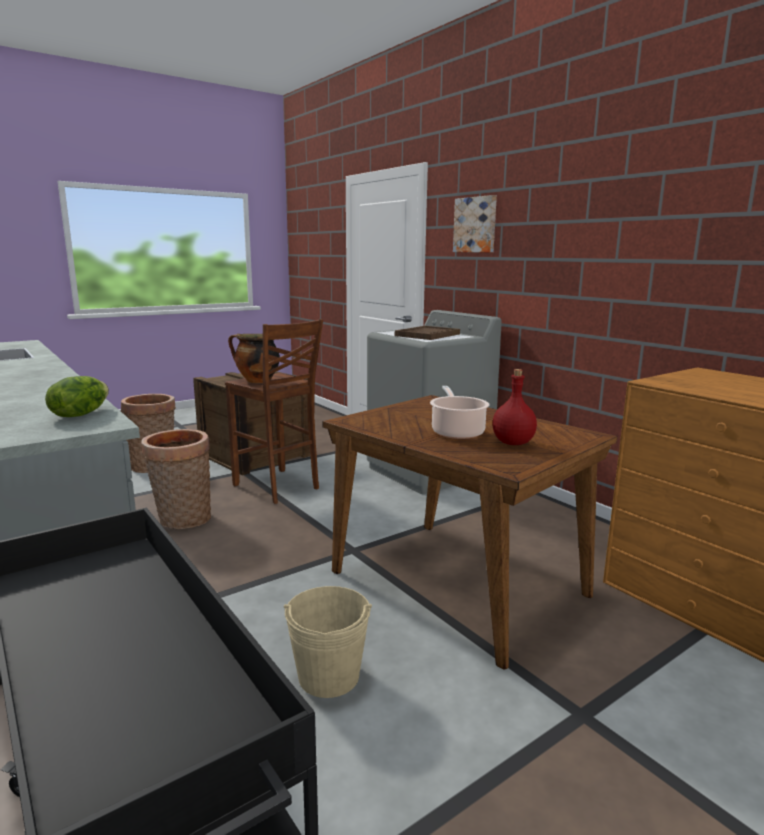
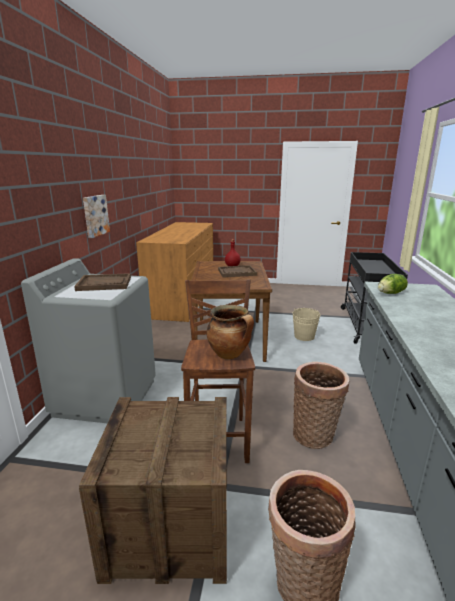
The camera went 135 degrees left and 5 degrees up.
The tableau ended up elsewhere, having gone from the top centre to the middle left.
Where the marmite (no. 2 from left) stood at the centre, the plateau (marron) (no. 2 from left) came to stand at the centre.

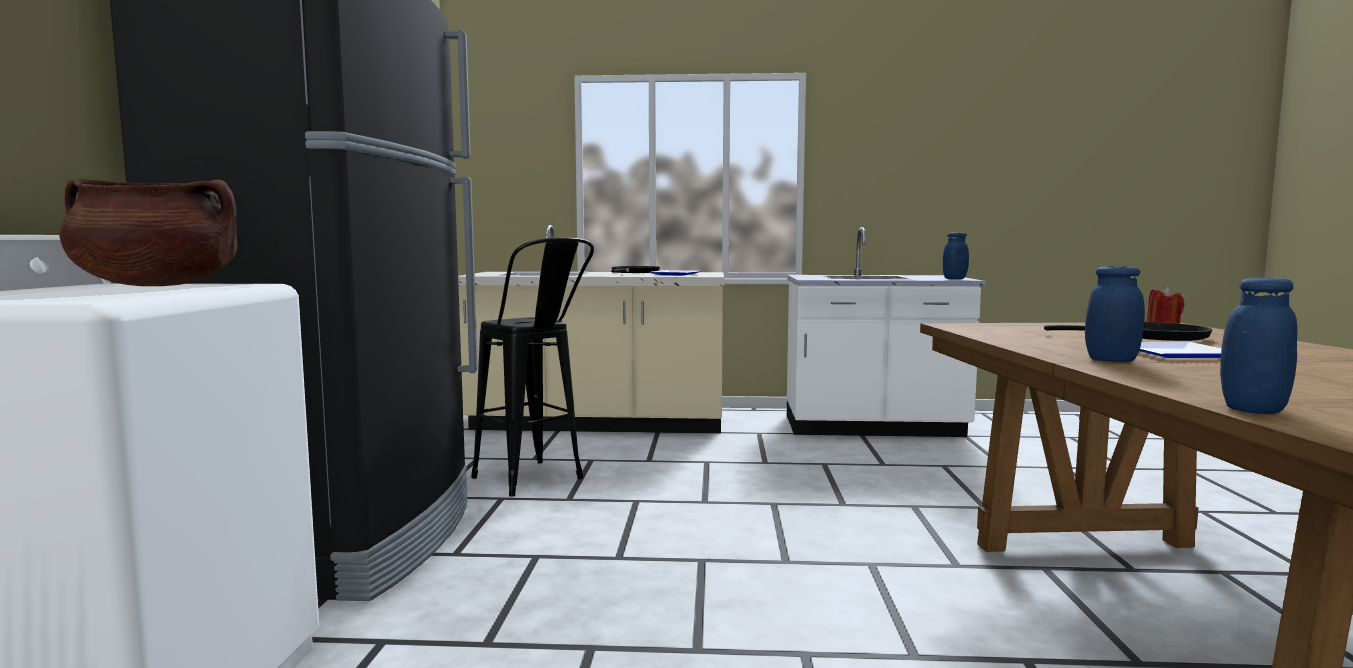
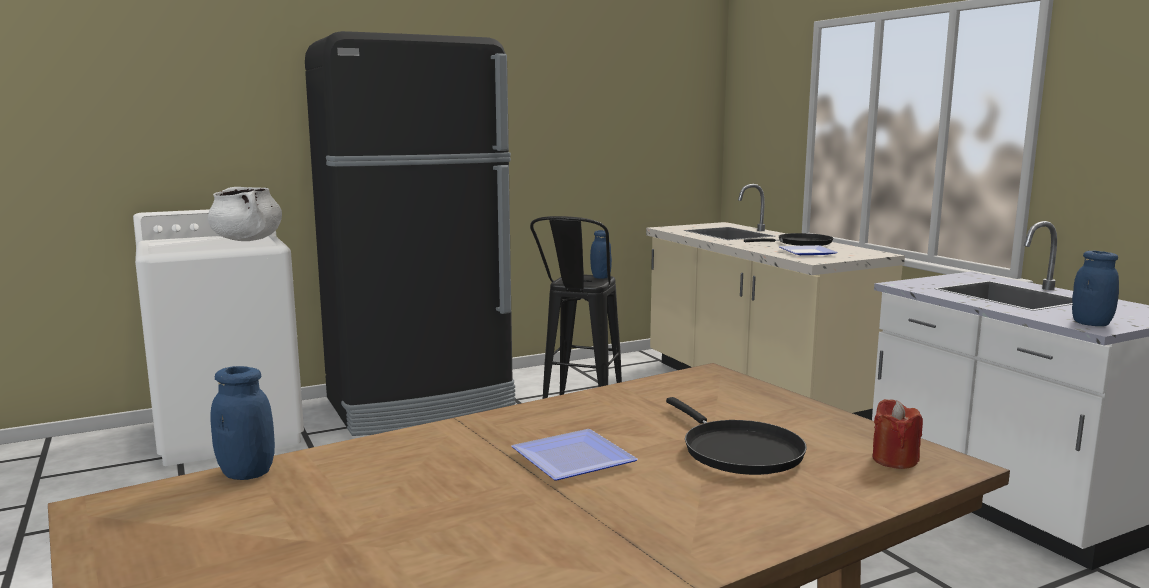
The camera went 60 degrees right and 5 degrees up.
The bocal (bleu) (no. 2 from left) ended up elsewhere, having gone from the middle right to the centre.
What was the marmite (marron) at the middle left turned into the marmite (blanc) at the middle left.

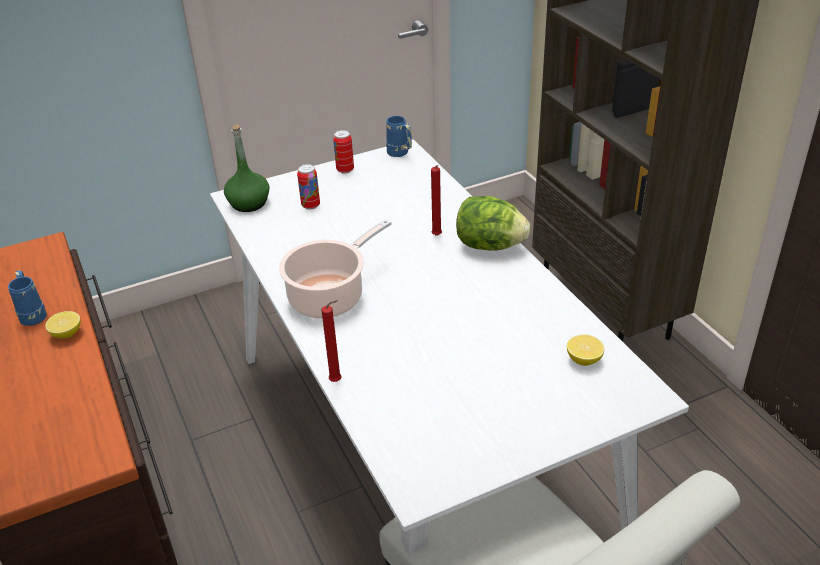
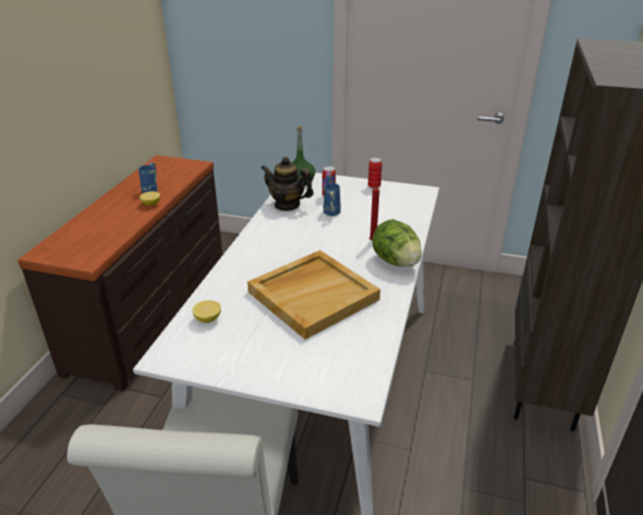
The camera went 40 degrees right and 5 degrees down.
The second view lost the marmite at the centre.
The second view lost the bougie (rouge) (no. 1 from left) at the centre.
The second view gained the plateau (beige) at the centre.
The second view gained the théière at the centre.
The mug (bleu) (no. 2 from left) ended up elsewhere, having gone from the top centre to the centre.
The citron (no. 2 from left) ended up elsewhere, having gone from the middle right to the middle left.

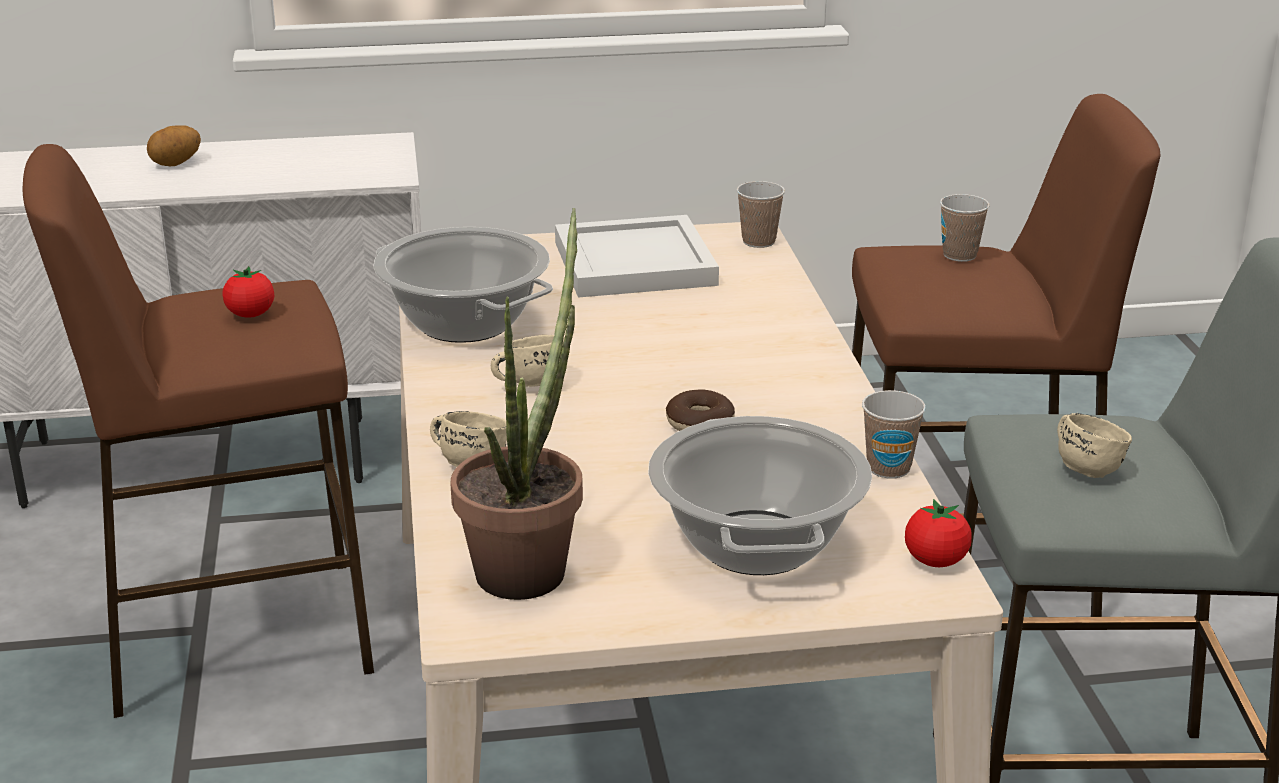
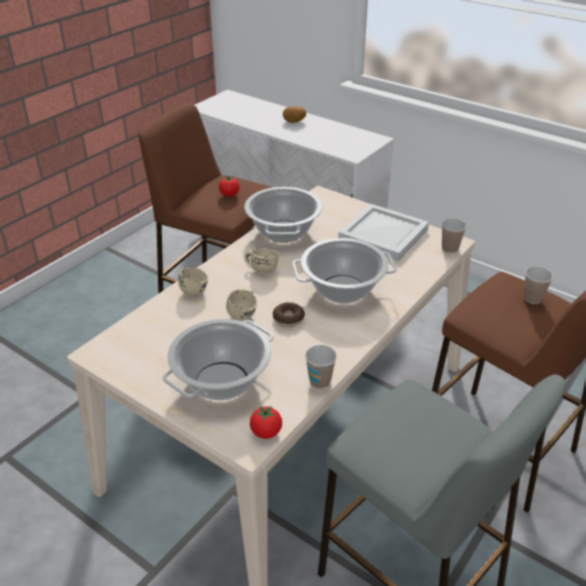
The camera went 45 degrees right and 10 degrees up.
The second view lost the plante en pot at the centre.
The second view gained the marmite (no. 3 from left) at the centre.
The mug (beige) (no. 3 from left in the first image) ended up elsewhere, having gone from the middle right to the centre.

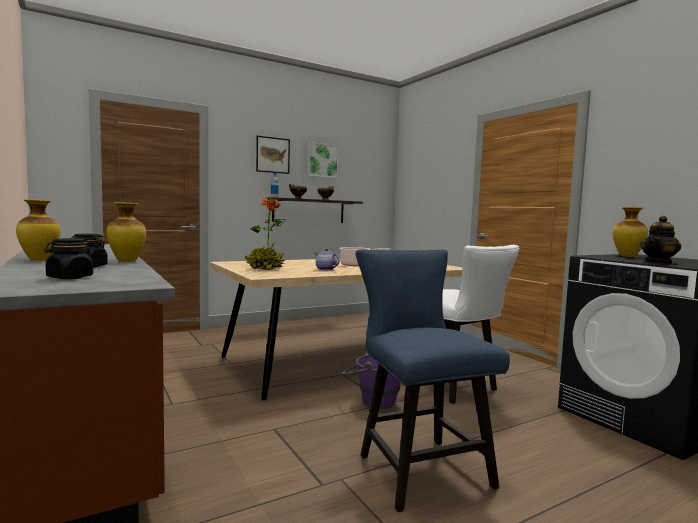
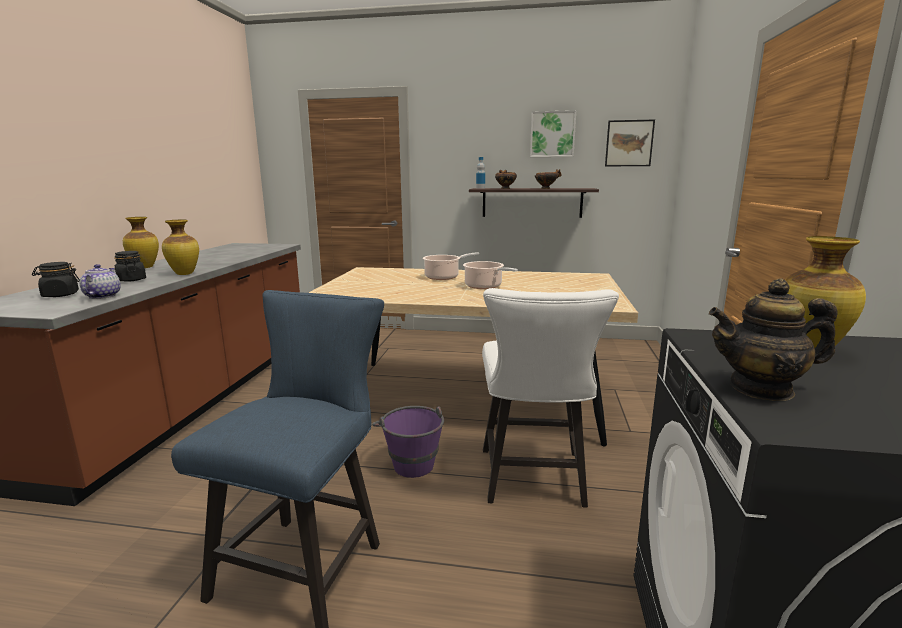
The camera went 40 degrees right and 10 degrees up.
The second view lost the plante en pot at the centre.
The second view gained the marmite (no. 1 from left) at the centre.
The tableau (no. 1 from left in the first image) ended up elsewhere, having gone from the top centre to the top right.
The théière (no. 1 from left) ended up elsewhere, having gone from the centre to the middle left.

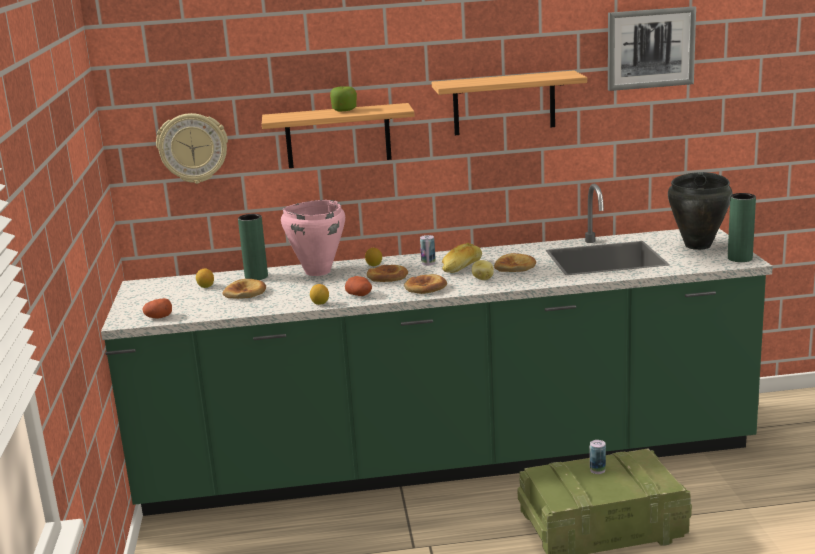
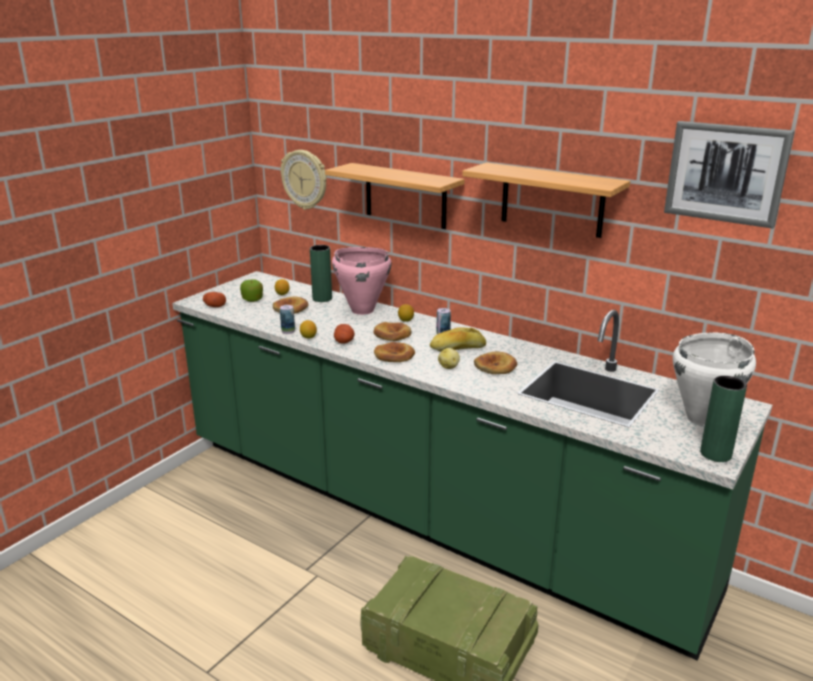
The camera went 40 degrees right and 5 degrees up.
The pomme ended up elsewhere, having gone from the top centre to the middle left.
The boîte métallique (no. 2 from left in the first image) ended up elsewhere, having gone from the bottom right to the centre.
What was the marmite (noir) at the middle right turned into the marmite (blanc) at the middle right.

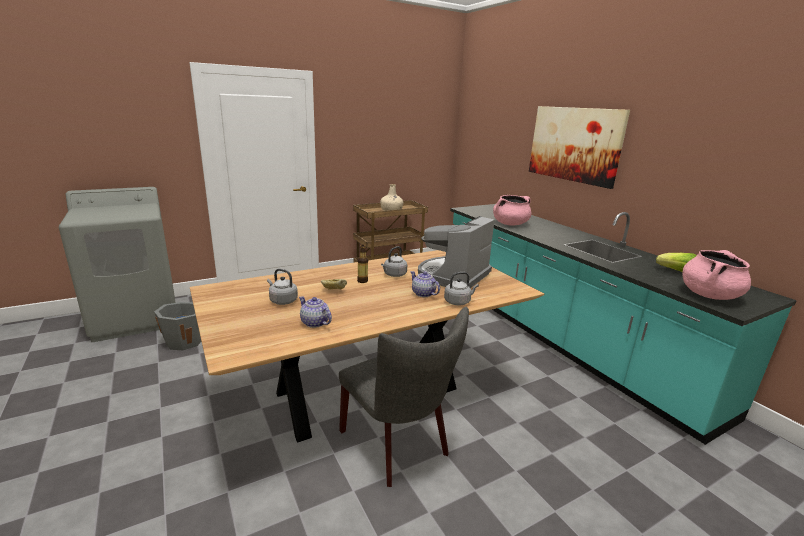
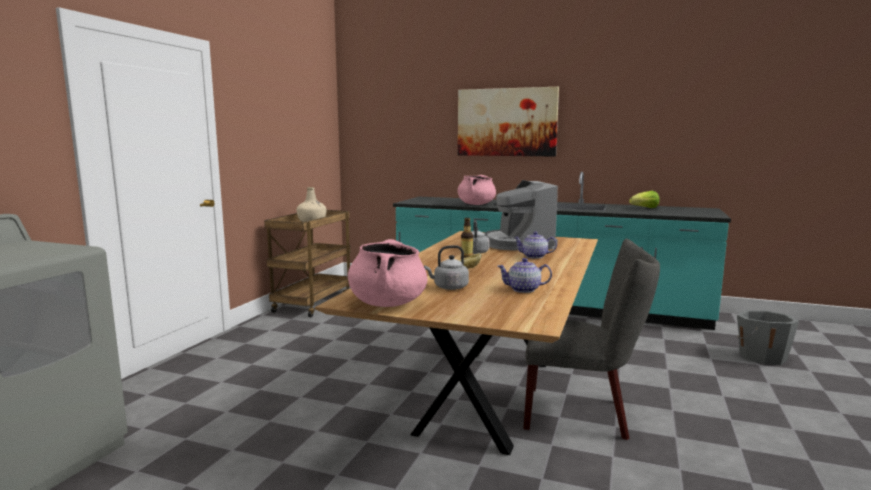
The camera went 40 degrees left and 10 degrees down.
The second view lost the bouilloire (gris) (no. 3 from left) at the centre.
The seau (gris) ended up elsewhere, having gone from the middle left to the bottom right.
The marmite (rose) (no. 2 from left in the first image) ended up elsewhere, having gone from the middle right to the centre.

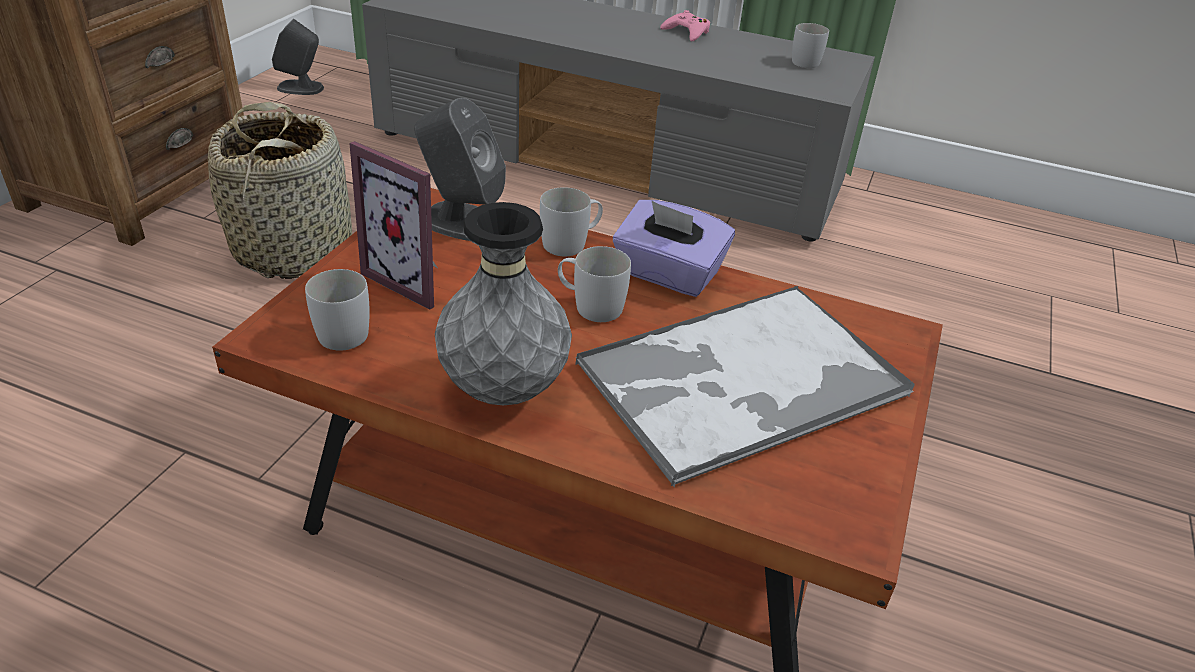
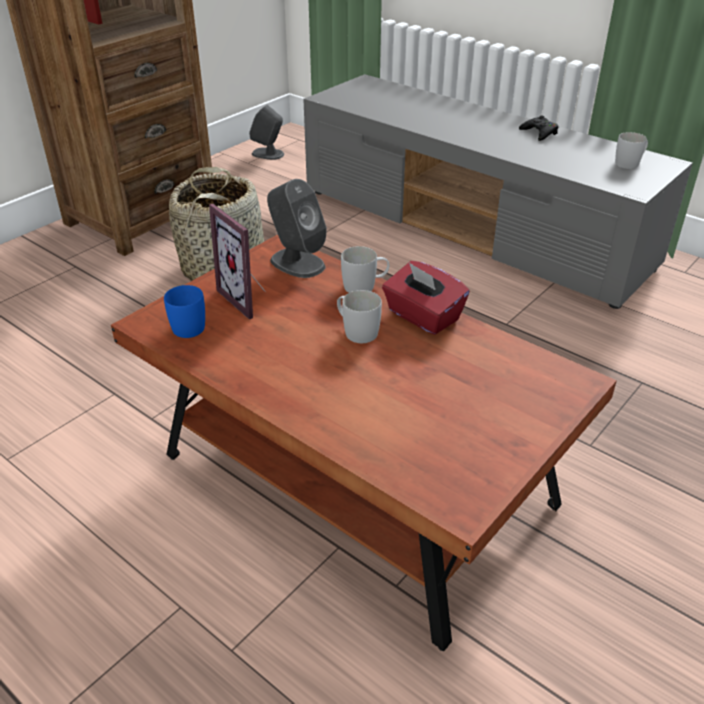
The camera went 20 degrees right and 0 degrees up.
The second view lost the vase (gris) at the centre.
The second view lost the plateau at the centre.
What was the mug (blanc) (no. 1 from left) at the middle left turned into the mug (bleu) at the middle left.
What was the boîte à mouchoirs (violet) at the centre turned into the boîte à mouchoirs (rouge) at the centre.
What was the manette (rose) at the top centre turned into the manette (noir) at the top right.

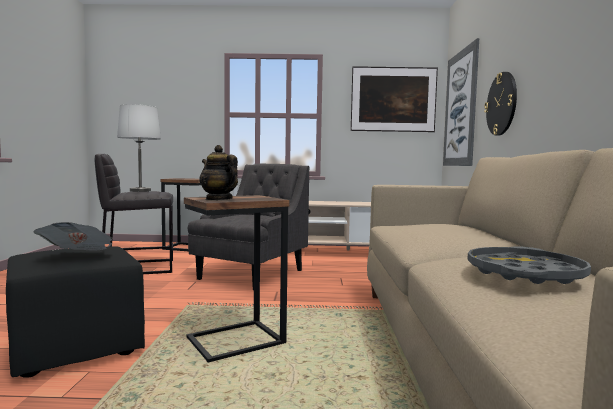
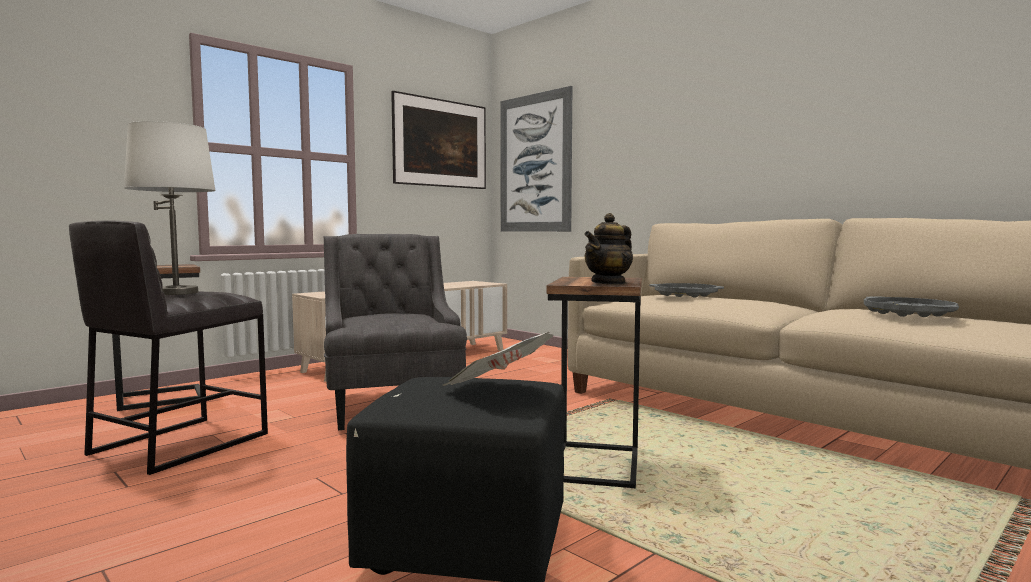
The camera went 45 degrees left and 0 degrees up.
The second view lost the horloge murale at the top right.
The second view gained the plateau (gris) (no. 1 from left) at the centre.
The théière at the centre ended up facing another way, 45 degrees counterclockwise from before.

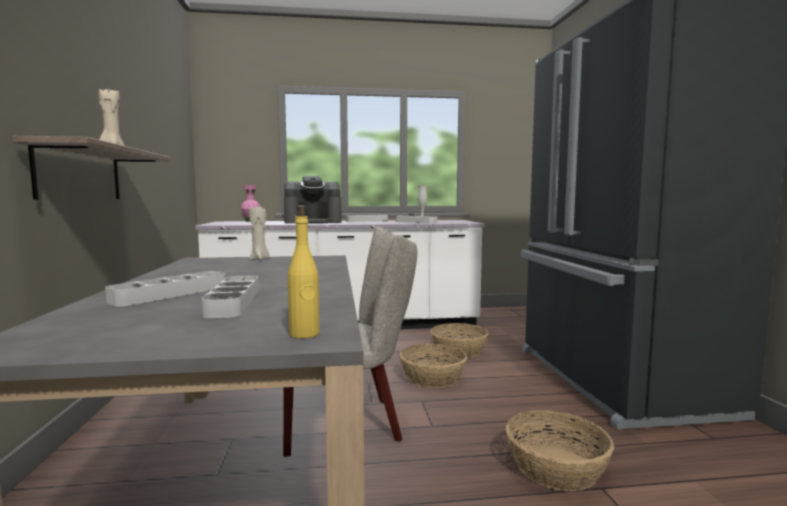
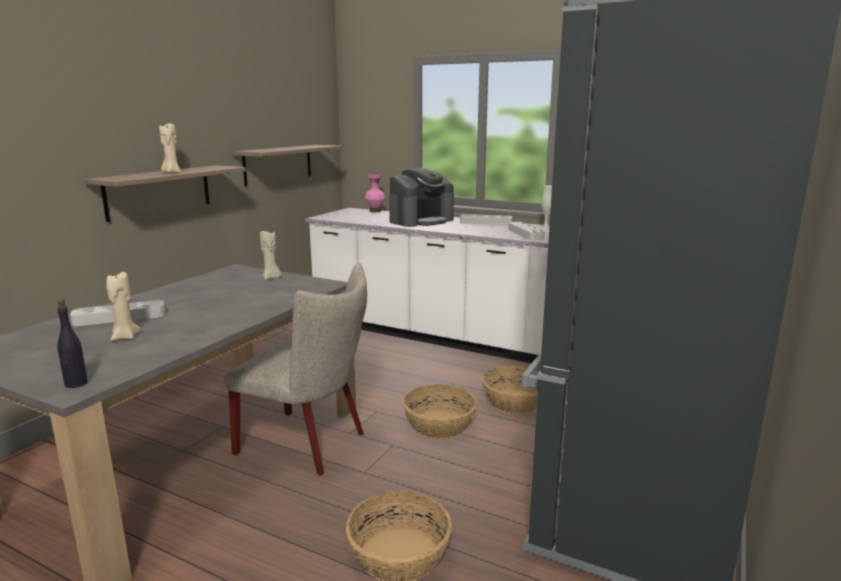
The camera went 35 degrees right and 10 degrees up.
The second view gained the étagère (no. 2 from left) at the top centre.
Where the plateau (gris) (no. 2 from left) stood at the middle left, the bougie (beige) (no. 1 from left) came to stand at the middle left.
What was the bouteille (jaune) at the centre turned into the bouteille (noir) at the middle left.
The machine à café at the centre ended up facing another way, 60 degrees counterclockwise from before.

